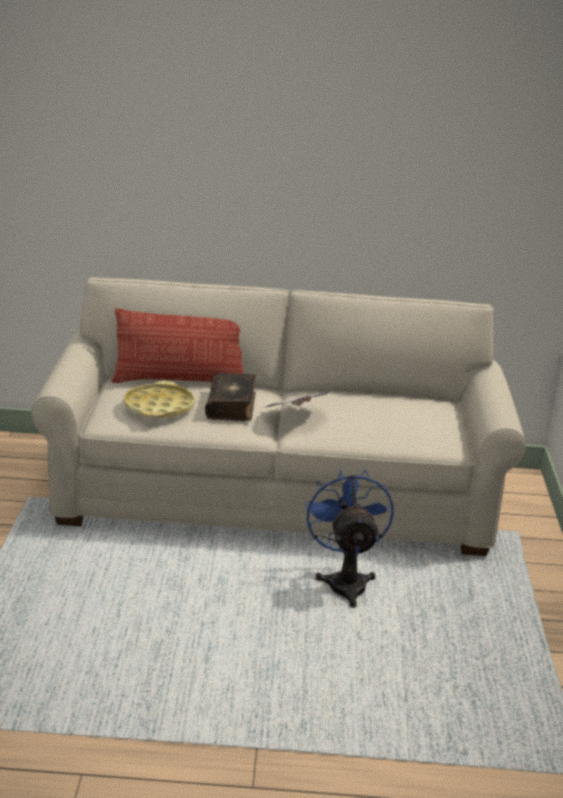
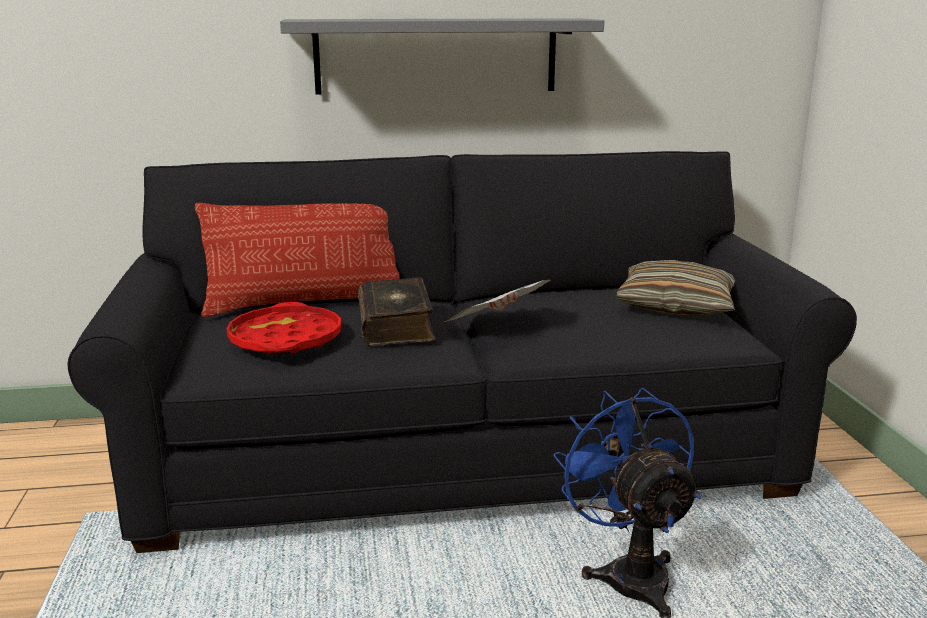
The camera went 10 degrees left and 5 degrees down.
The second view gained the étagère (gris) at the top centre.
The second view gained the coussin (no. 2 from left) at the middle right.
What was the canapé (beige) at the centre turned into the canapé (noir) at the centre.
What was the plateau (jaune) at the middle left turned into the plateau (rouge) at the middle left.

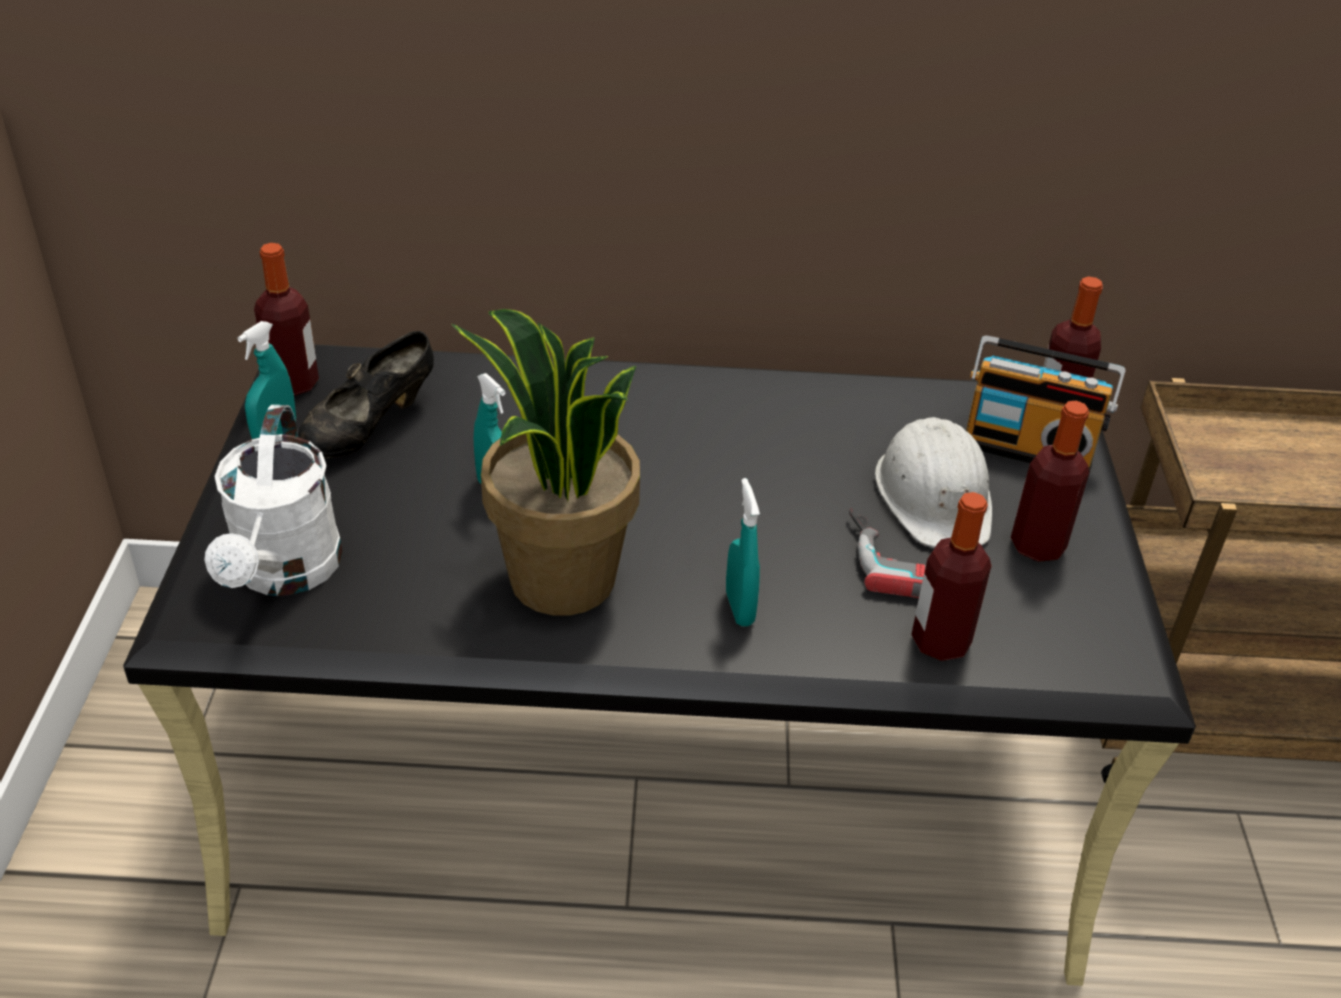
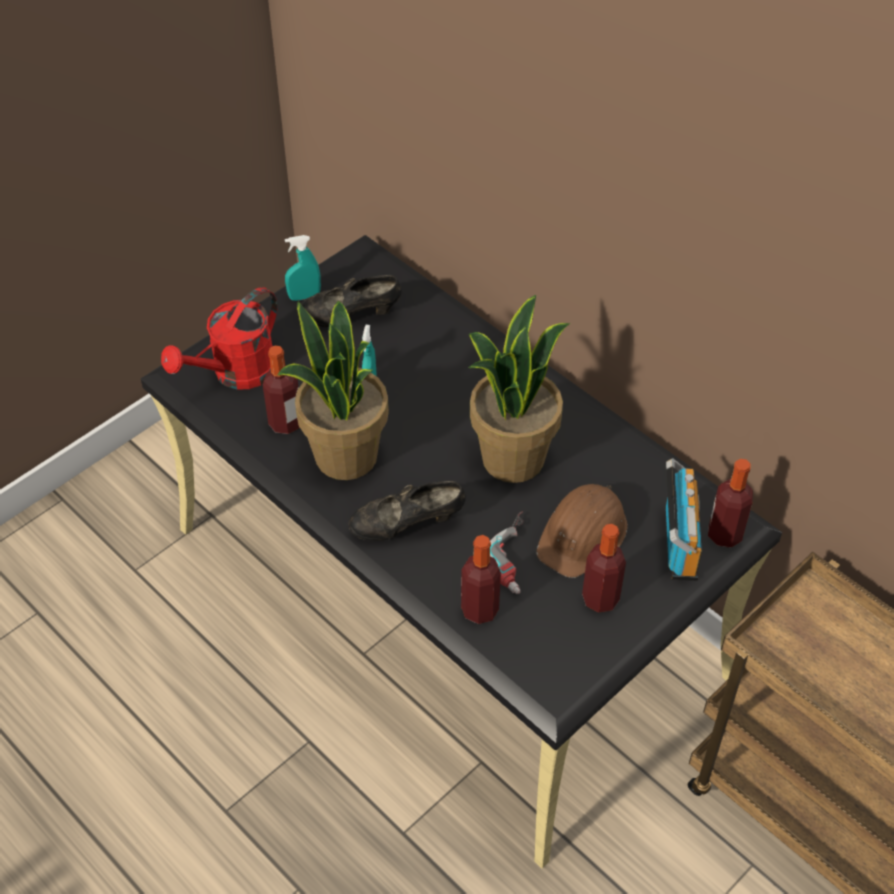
The camera went 45 degrees right and 10 degrees up.
The second view gained the plante en pot (no. 2 from left) at the centre.
The bouteille (no. 1 from left) ended up elsewhere, having gone from the top left to the middle left.
Where the vaporisateur (turquoise) (no. 3 from left) stood at the centre, the chaussure (noir) (no. 2 from left) came to stand at the centre.
What was the arrosoir (blanc) at the middle left turned into the arrosoir (rouge) at the middle left.
What was the casque de chantier (blanc) at the middle right turned into the casque de chantier (marron) at the centre.
The radio at the middle right ended up facing another way, 150 degrees counterclockwise from before.

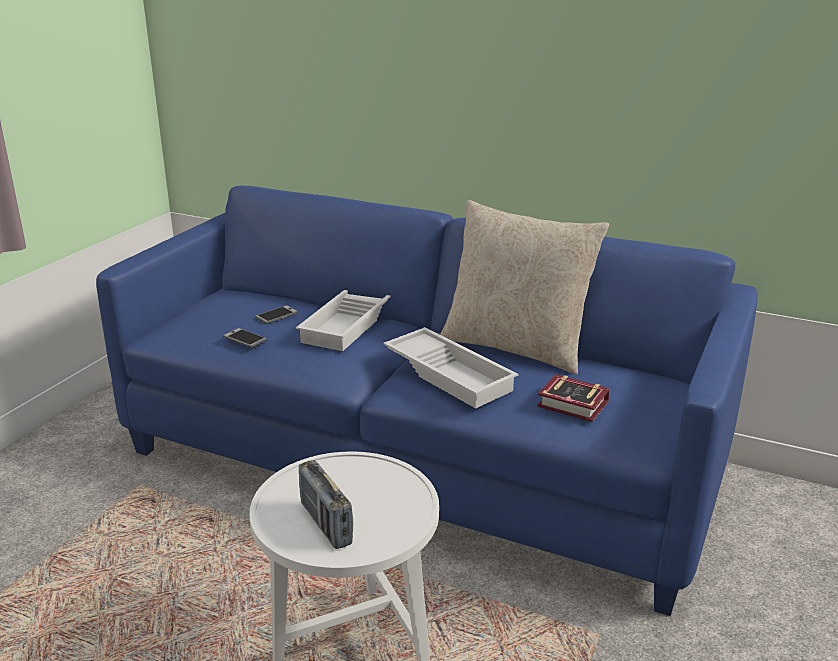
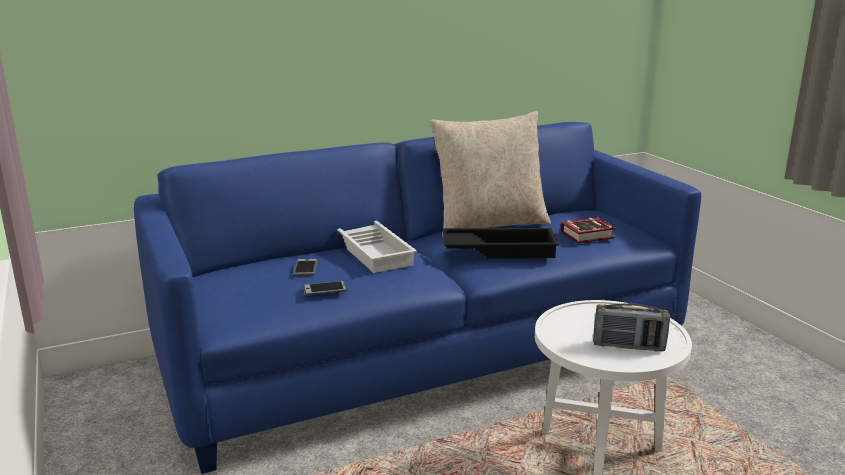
The camera went 50 degrees left and 5 degrees down.
What was the plateau (blanc) (no. 2 from left) at the centre turned into the plateau (noir) at the centre.

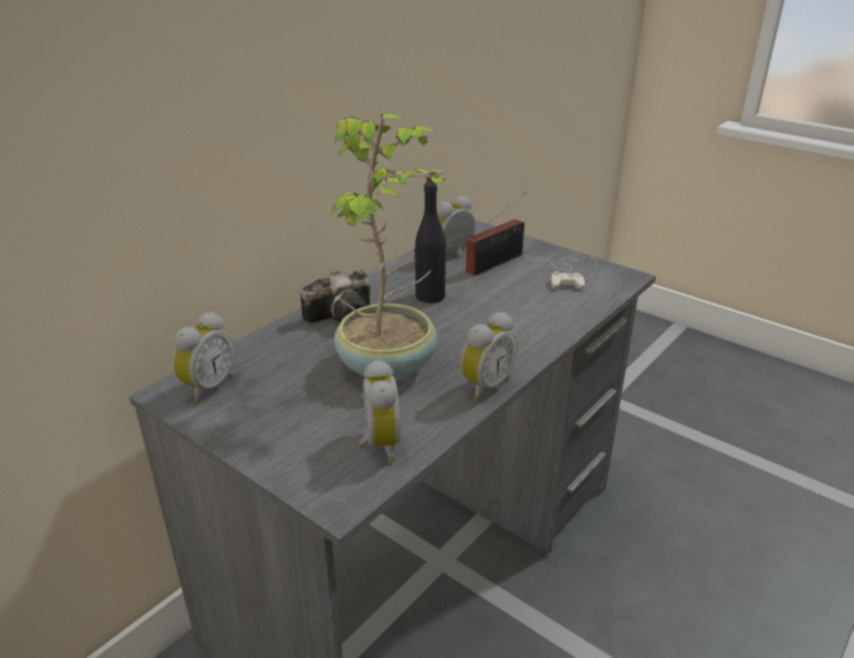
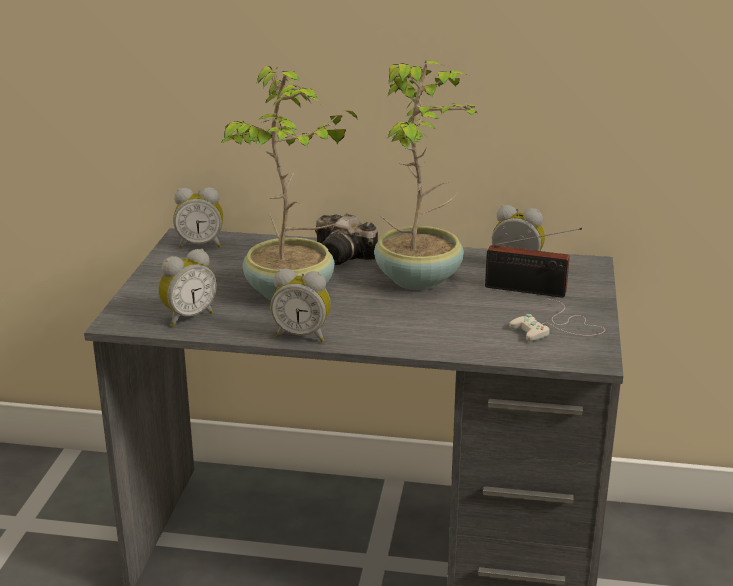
The camera went 60 degrees right and 5 degrees down.
Where the bouteille (noir) stood at the centre, the plante en pot (no. 2 from left) came to stand at the top centre.

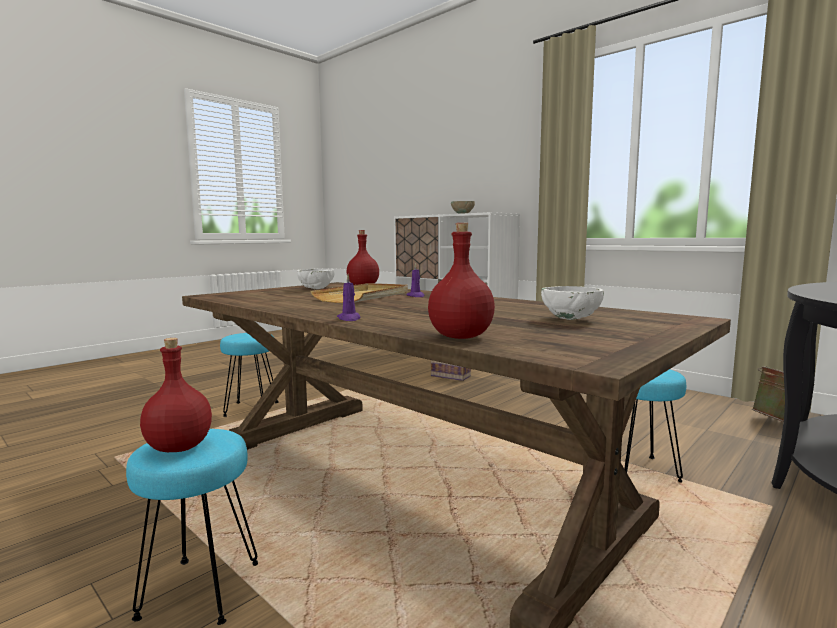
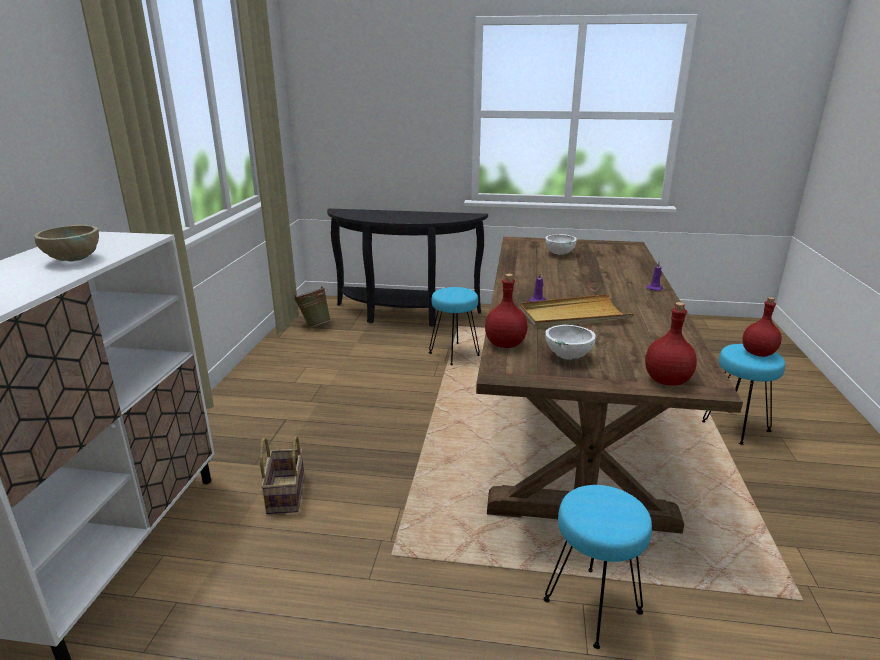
The camera went 125 degrees left and 15 degrees up.
The bouteille (rouge) (no. 3 from left in the first image) ended up elsewhere, having gone from the centre to the middle right.

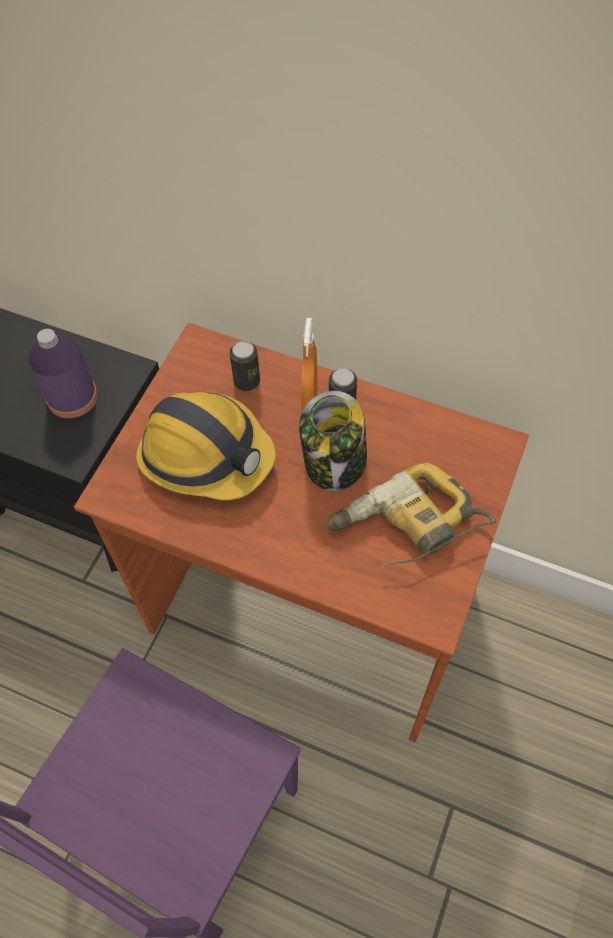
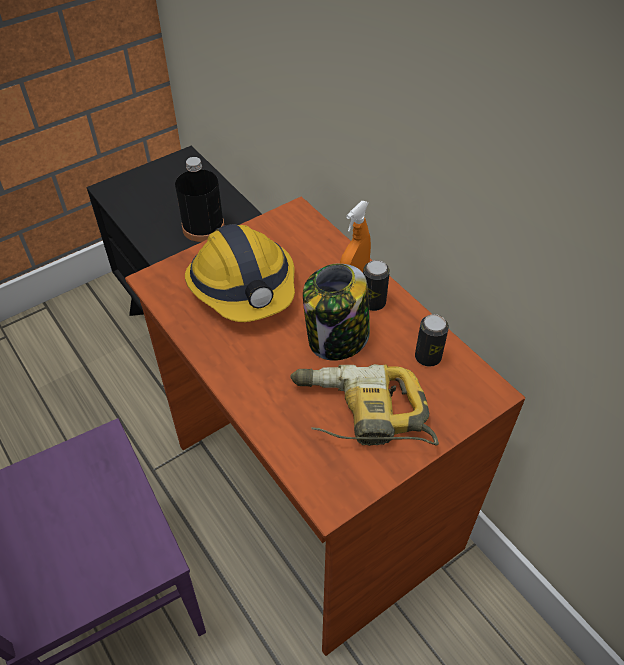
The camera went 30 degrees right and 10 degrees down.
The boîte métallique (no. 1 from left in the first image) ended up elsewhere, having gone from the centre to the middle right.
What was the bouteille (violet) at the middle left turned into the bouteille (noir) at the top left.

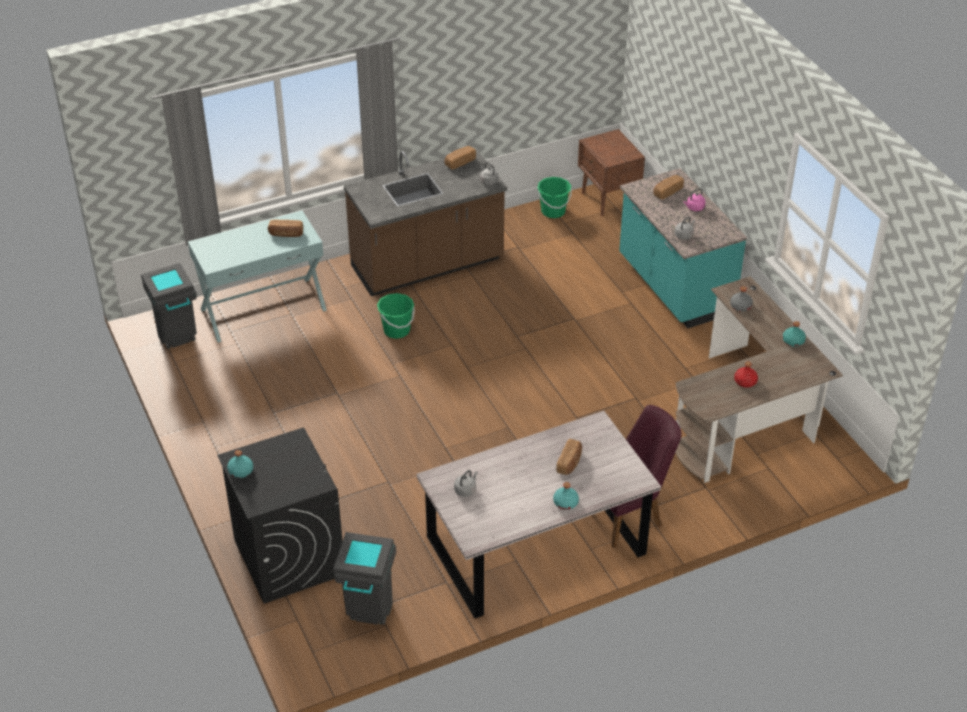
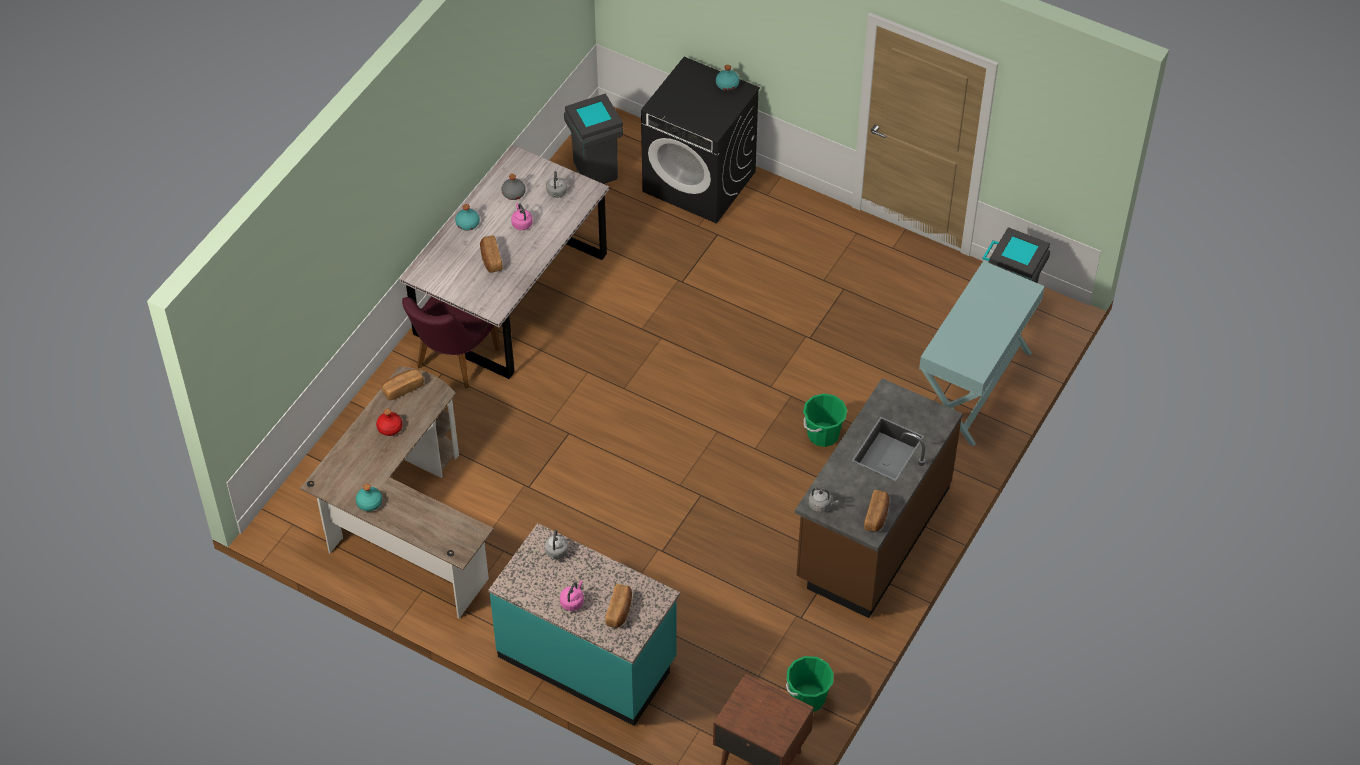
The camera went 145 degrees right and 10 degrees up.
The second view gained the bouilloire (rose) (no. 1 from left) at the top centre.
The pain (no. 1 from left) ended up elsewhere, having gone from the top left to the middle left.
The bouteille (gris) ended up elsewhere, having gone from the middle right to the top centre.

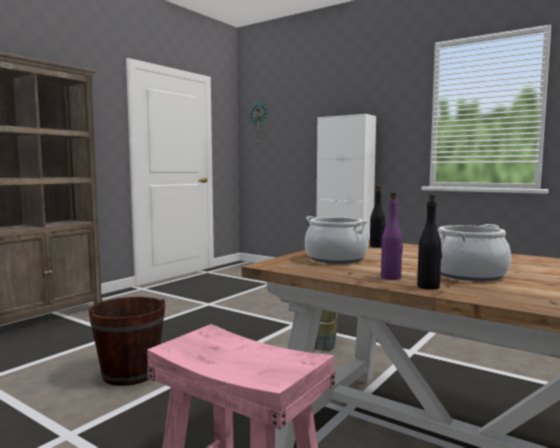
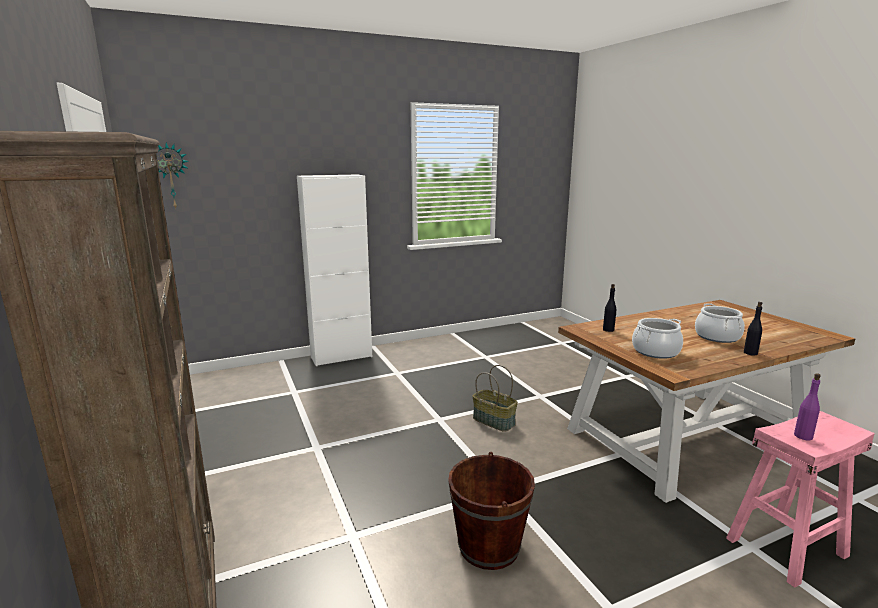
The camera went 60 degrees left and 10 degrees up.
The bouteille (violet) ended up elsewhere, having gone from the middle right to the bottom right.

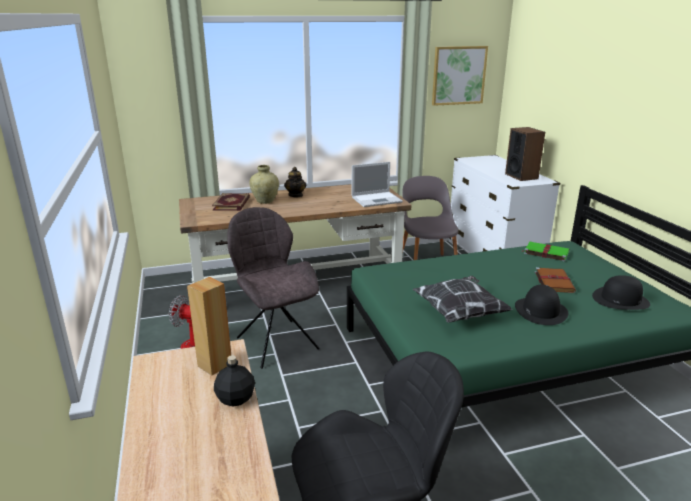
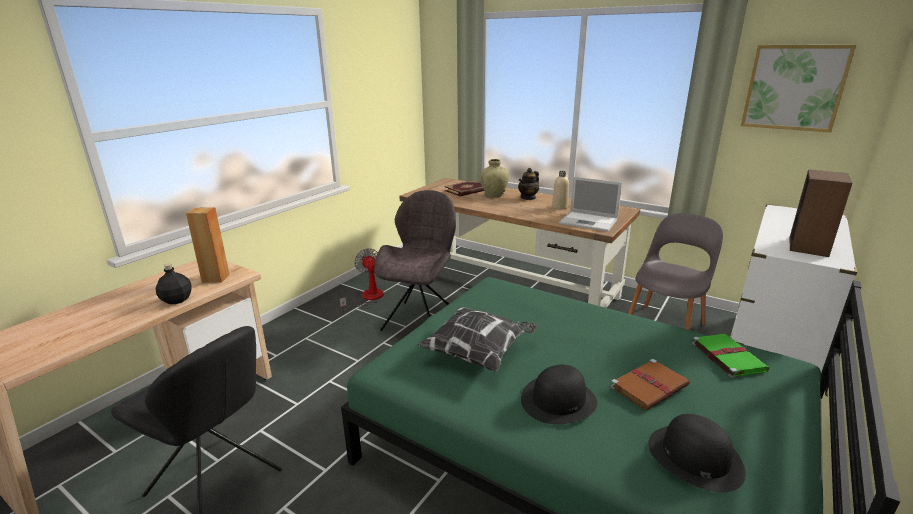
The camera went 50 degrees right and 0 degrees up.
The second view gained the bouteille (beige) at the centre.

